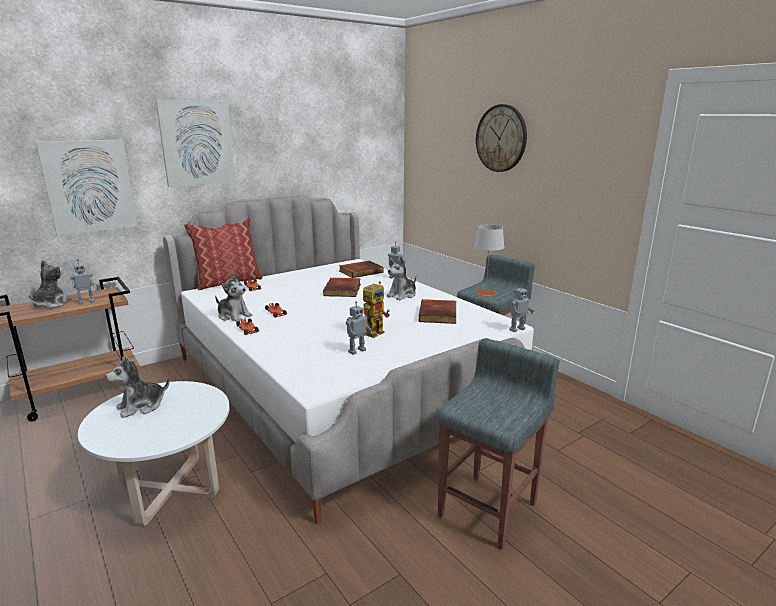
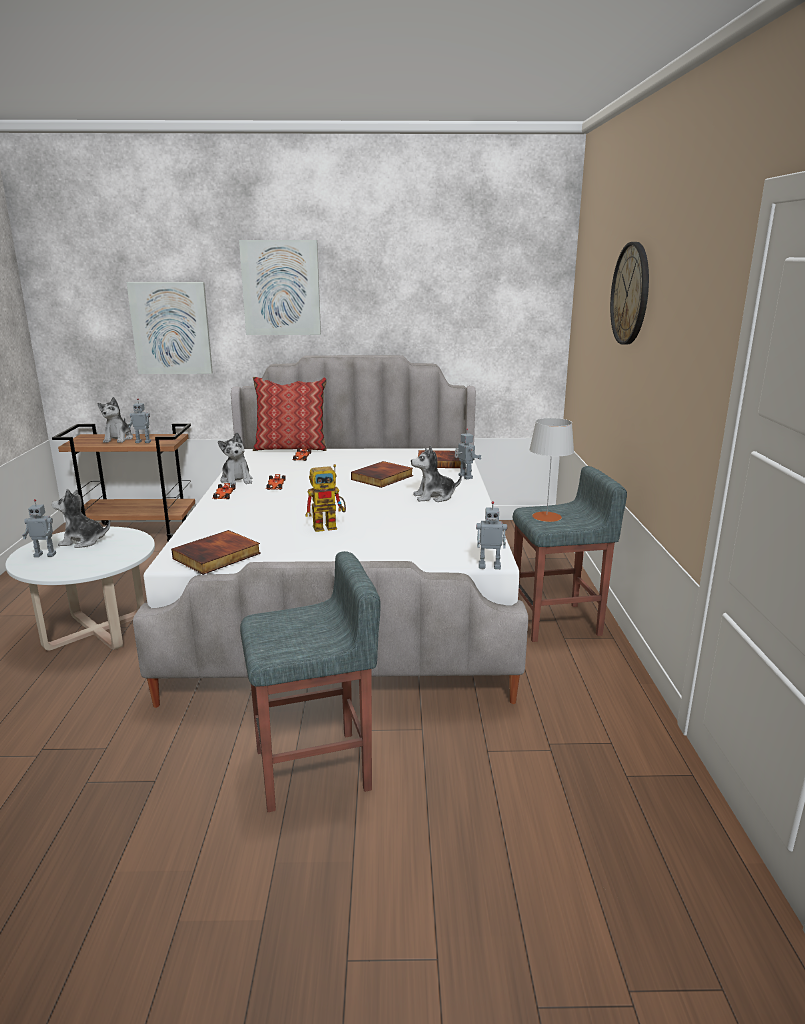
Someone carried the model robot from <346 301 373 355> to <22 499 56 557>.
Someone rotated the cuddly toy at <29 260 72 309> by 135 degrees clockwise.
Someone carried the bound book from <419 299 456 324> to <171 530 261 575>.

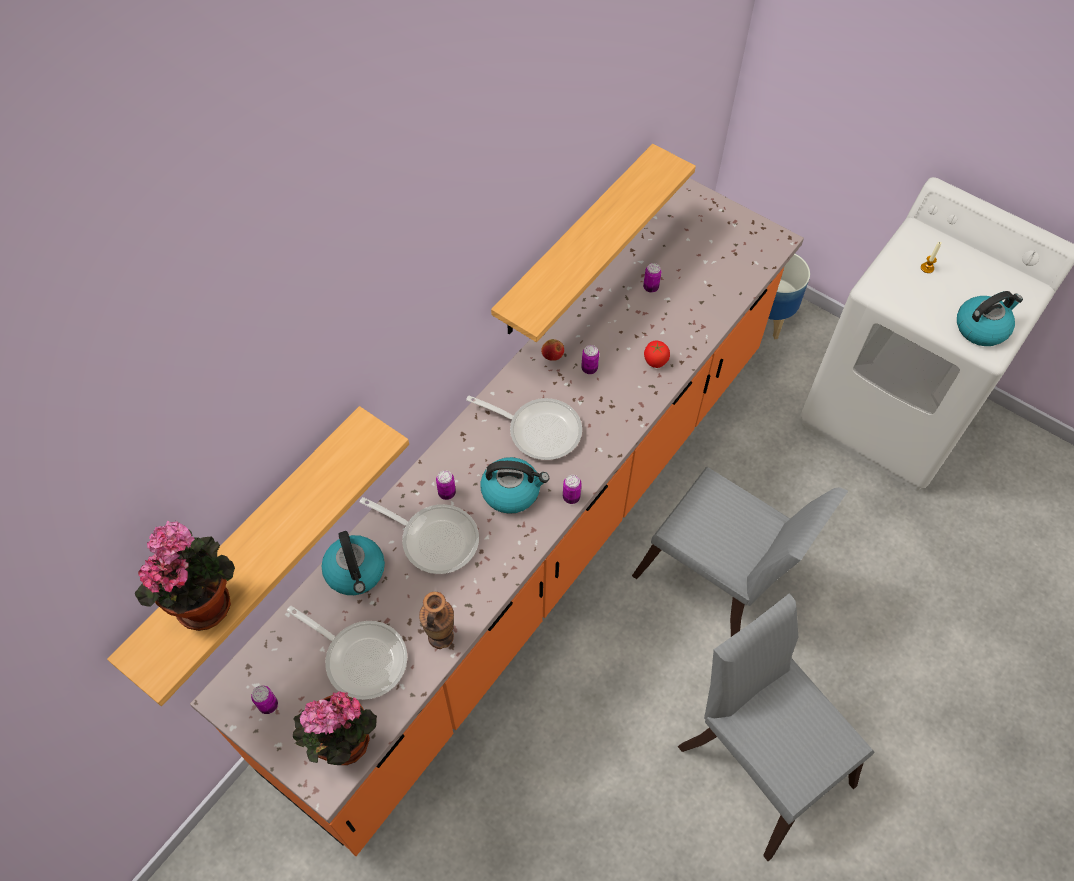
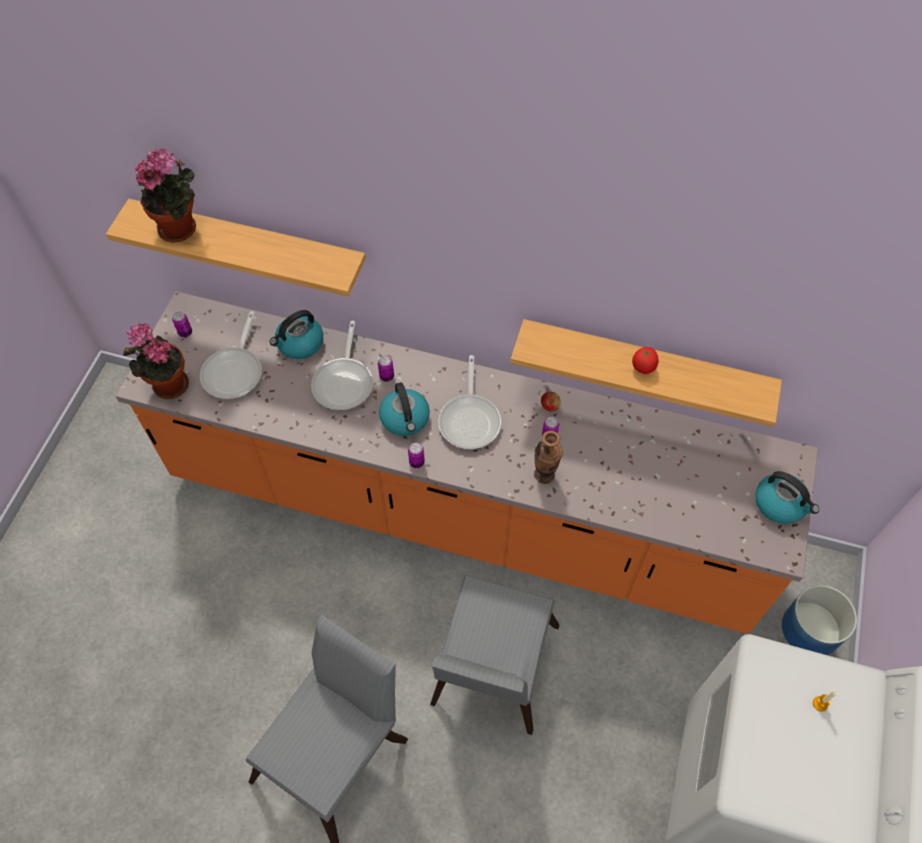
Someone carried the decorative vase from <419 592 454 649> to <534 431 563 484>.
Someone carried the fresh tomato from <644 341 670 368> to <632 347 659 374>.
Someone carried the kettle from <957 291 1023 346> to <755 471 819 524>.
Someone took away the metal can at <643 263 662 293>.

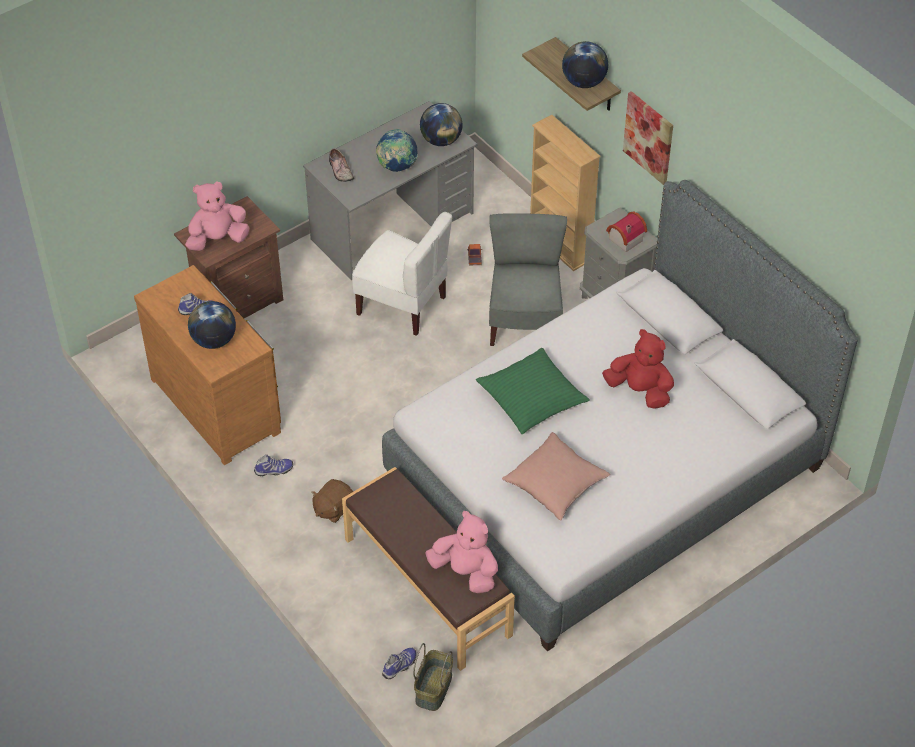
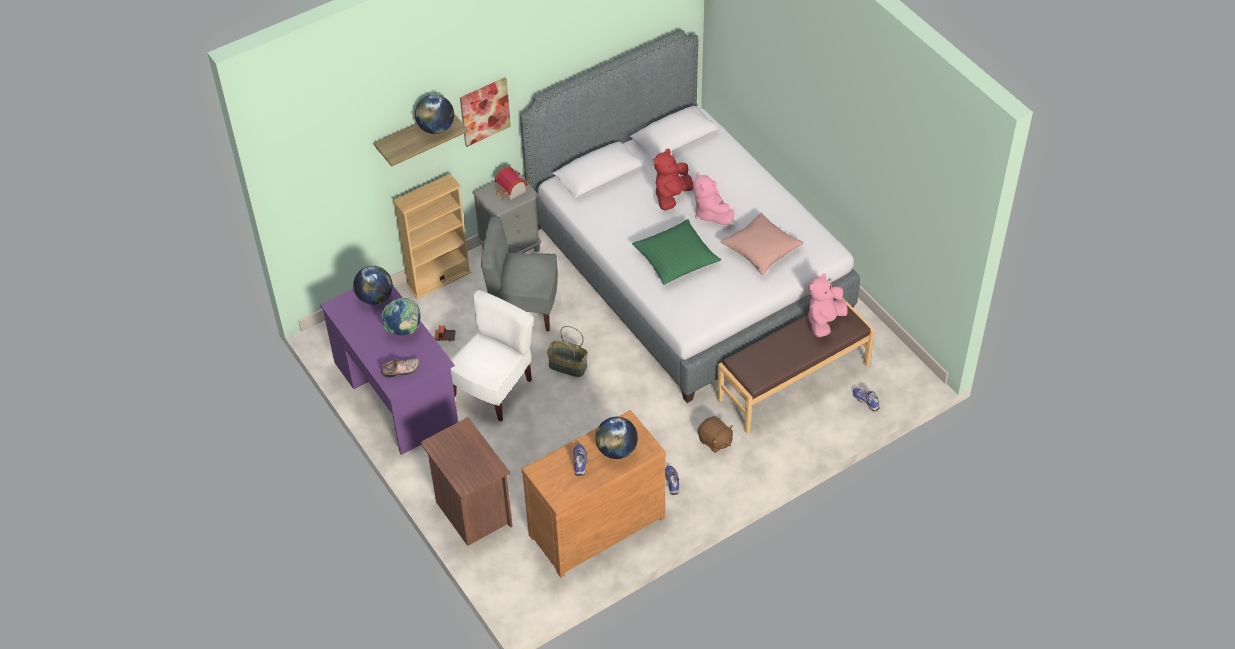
Someone repainted the desk table (gray) at <303 101 477 280>, which became the desk table (purple-coloured) at <320 286 458 455>.
Someone carried the basket from <413 643 453 711> to <547 326 588 377>.
Someone carried the cuddly toy (pink-coloured) from <185 181 249 251> to <693 172 735 225>.

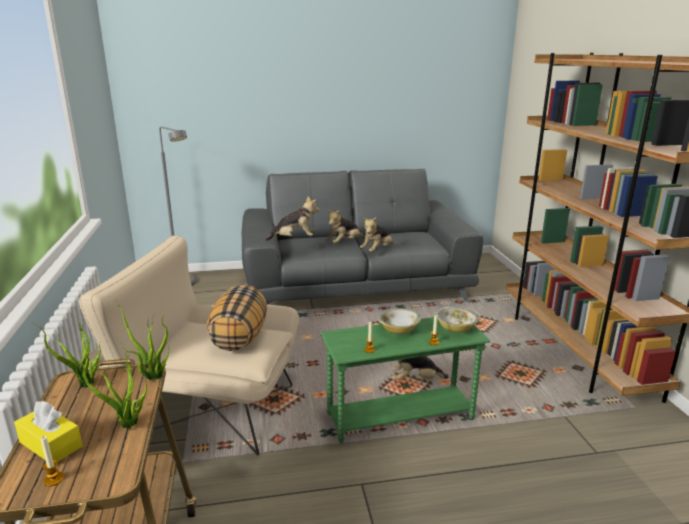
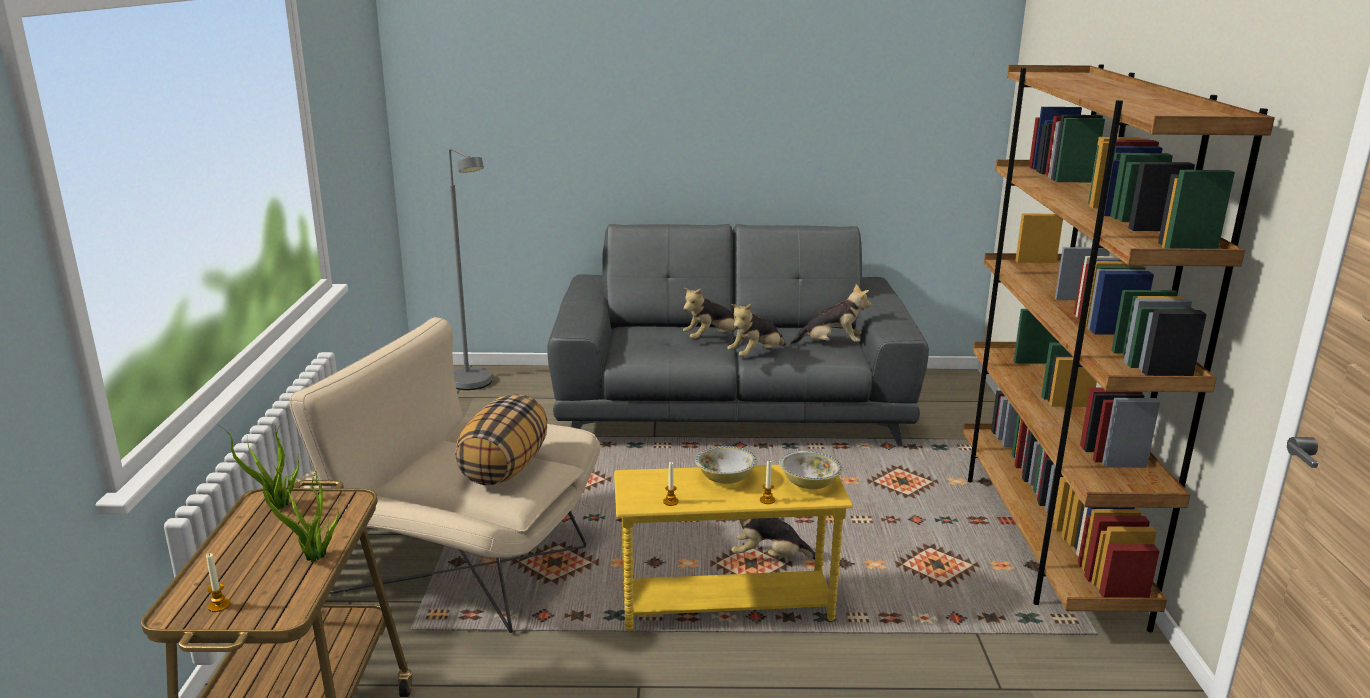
Someone repainted the accent table (green) at <321 317 490 444>, which became the accent table (yellow-coloured) at <614 465 853 632>.
Someone carried the cuddly toy from <265 197 319 241> to <789 284 871 345>.
Someone took away the tissue box (yellow-coloured) at <14 401 83 462>.
Someone took away the houseplant at <115 299 170 380>.

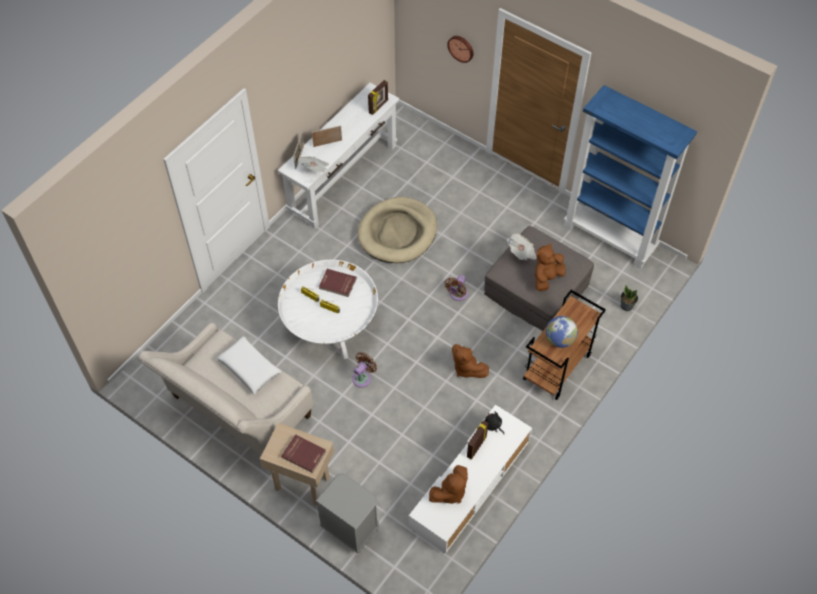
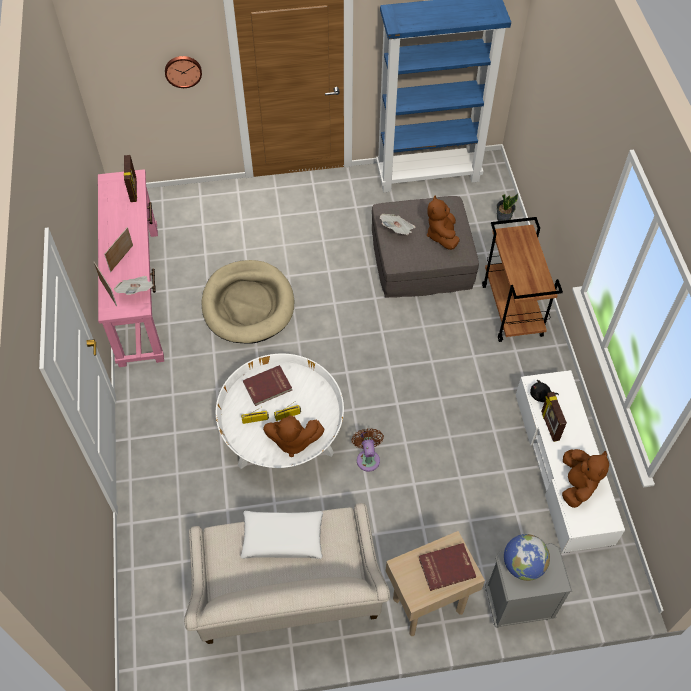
Someone repainted the narrow table (white) at <278 83 399 229>, which became the narrow table (pink-coloured) at <98 169 164 367>.
Someone carried the cuddly toy (brownish) from <452 344 489 378> to <263 415 325 457>.
Someone carried the globe from <546 316 578 348> to <504 534 550 581>.
Someone took away the fan (brownish) at <444 275 468 301>.

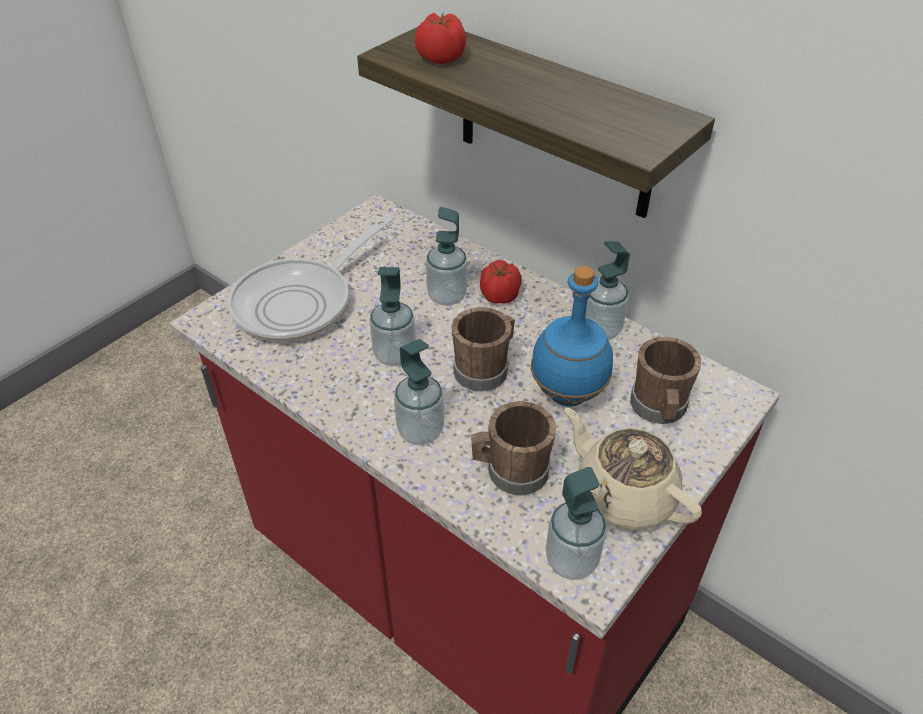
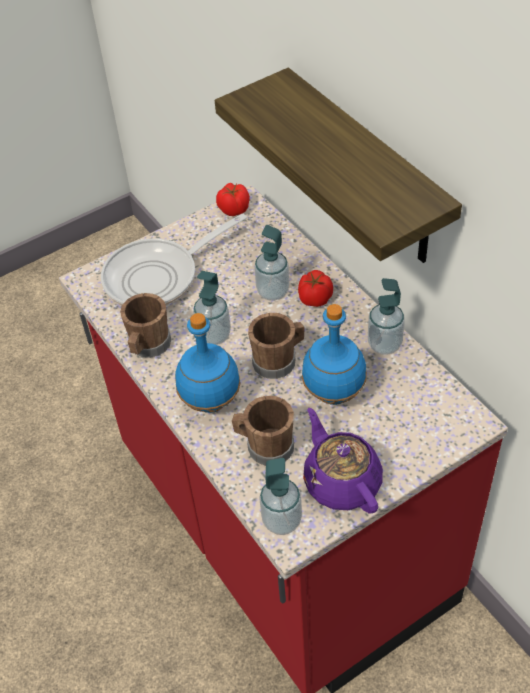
Someone carried the mug (brownish) from <630 336 701 424> to <120 293 171 358>.
Someone swapped the liquid soap bottle at <394 339 444 445> for the beverage bottle (blue-coloured) at <175 313 240 413>.
Someone carried the fresh tomato from <415 13 466 64> to <216 183 250 216>.
Someone repainted the teapot (sand-coloured) at <565 408 702 530>, which became the teapot (purple-coloured) at <303 408 383 514>.

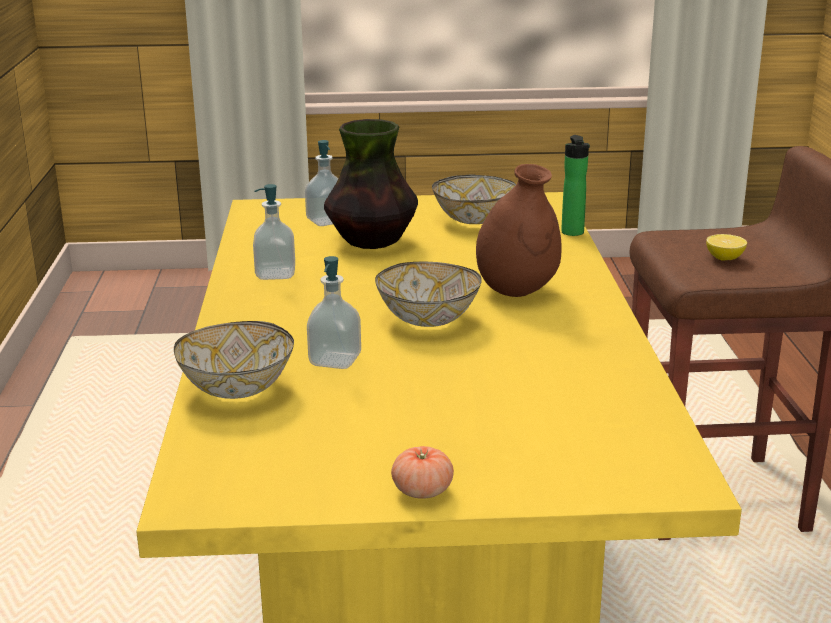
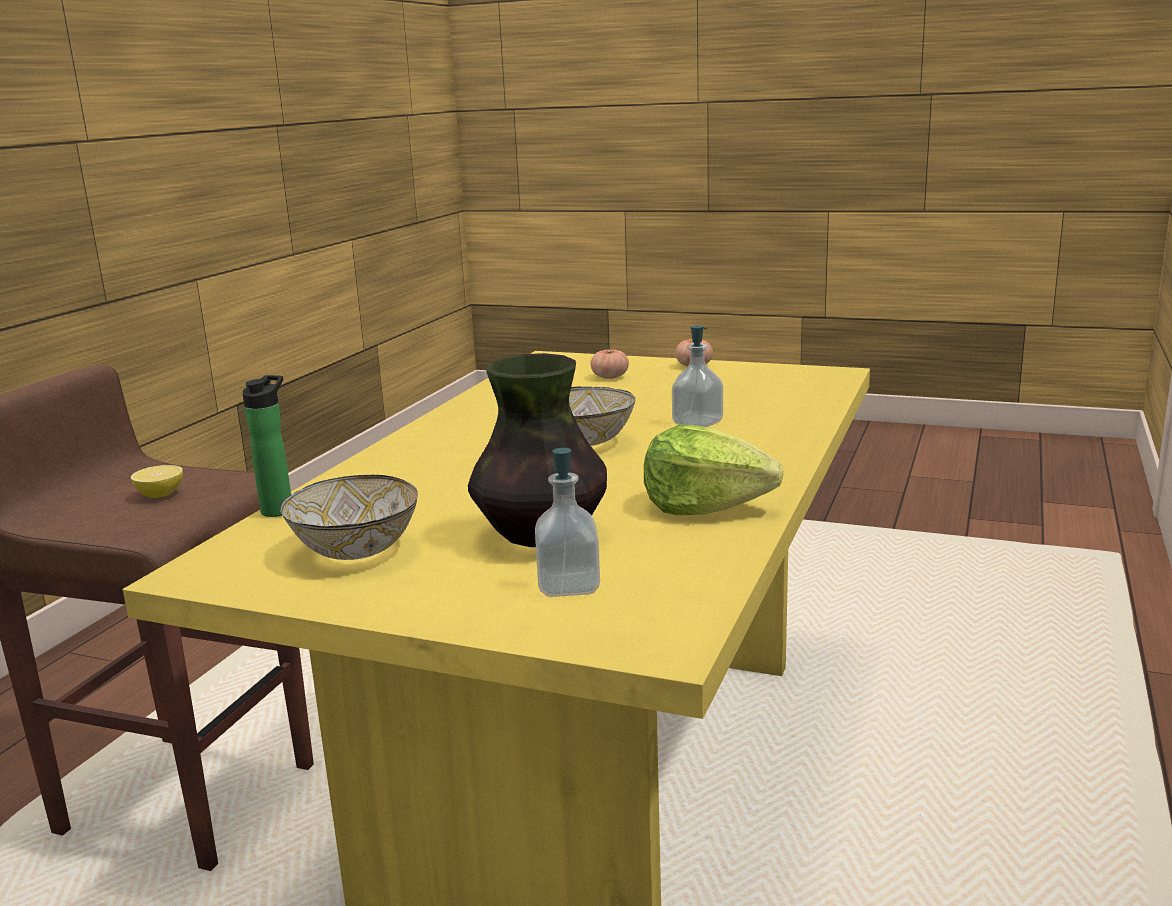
Someone put down the fresh tomato at <590 349 629 379>.
Someone swapped the liquid soap bottle at <253 184 295 280> for the lettuce head at <644 425 783 515>.
Someone took away the bowl at <174 321 294 399>.
Someone took away the decorative vase (brownish) at <476 164 562 297>.

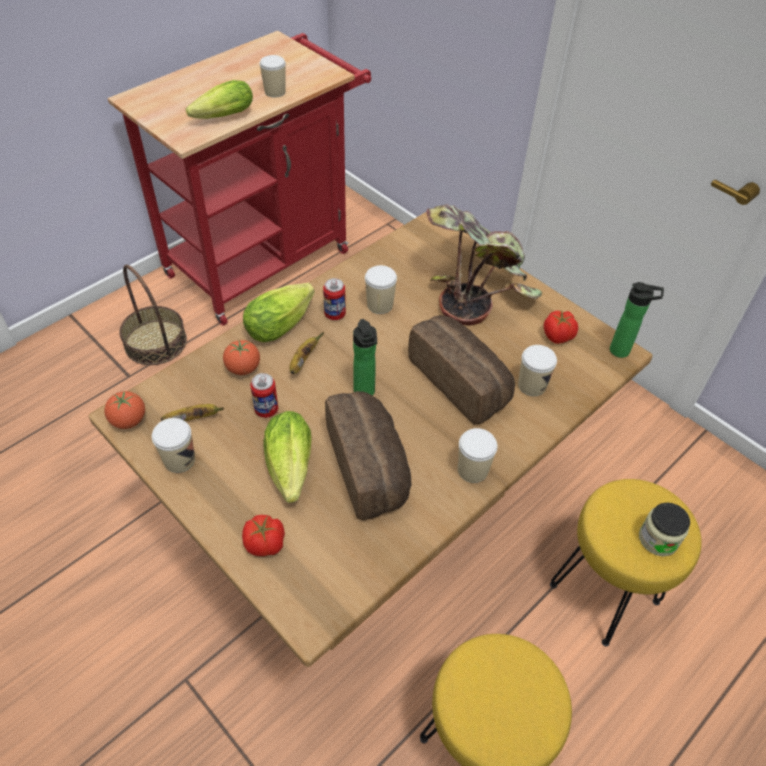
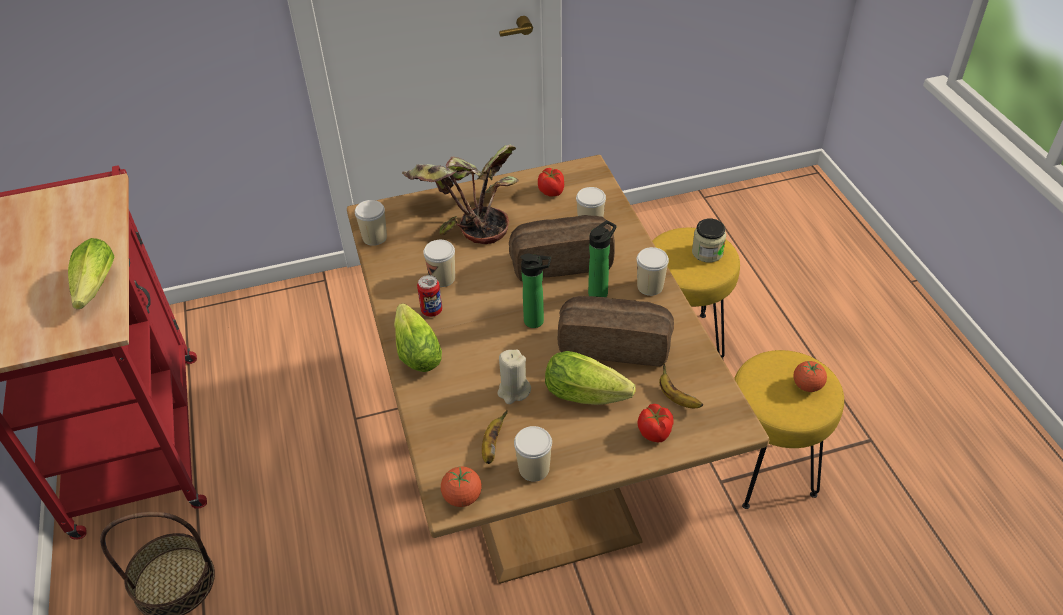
Someone carried the drinking cup from <259 55 286 97> to <355 200 387 246>.
Someone swapped the metal can at <250 373 278 418> for the wax candle (sand-coloured) at <498 350 531 404>.
Someone carried the beverage bottle from <610 282 664 358> to <588 220 617 297>.
Someone carried the banana from <290 332 324 374> to <659 363 703 408>.
Someone carried the fresh tomato from <223 340 260 375> to <793 361 827 392>.

